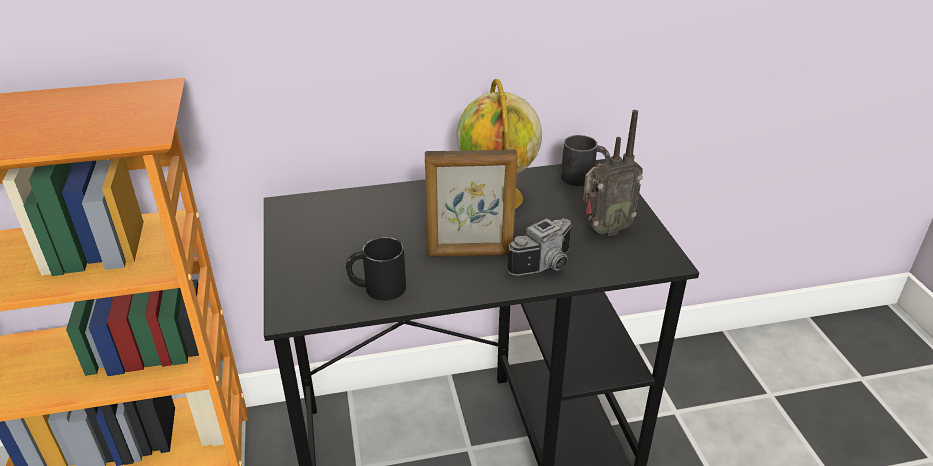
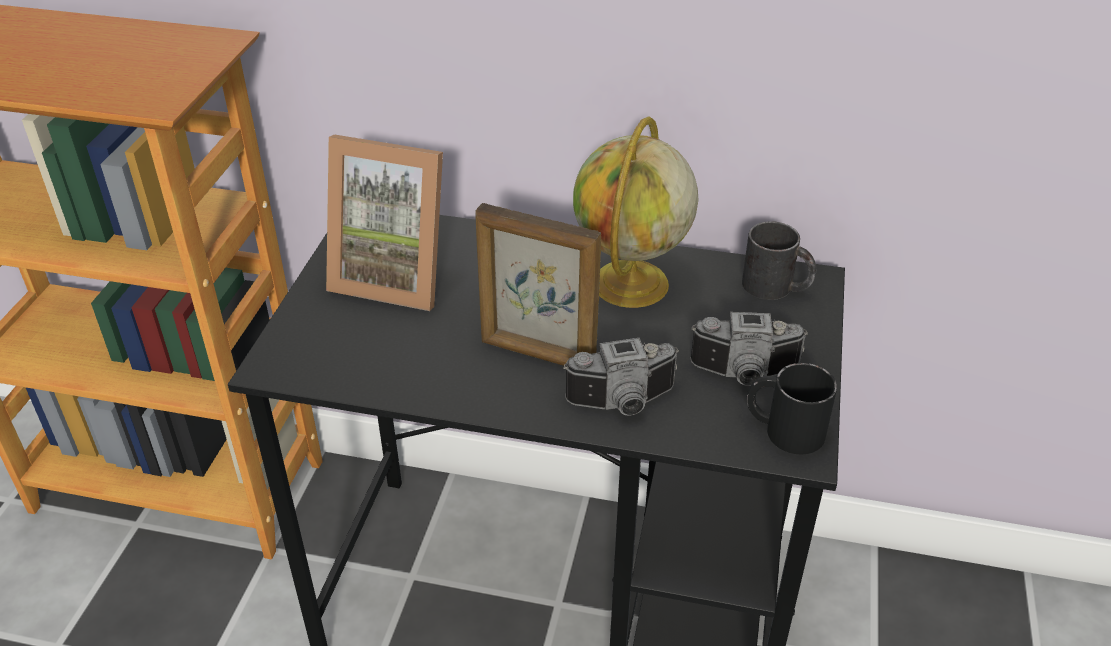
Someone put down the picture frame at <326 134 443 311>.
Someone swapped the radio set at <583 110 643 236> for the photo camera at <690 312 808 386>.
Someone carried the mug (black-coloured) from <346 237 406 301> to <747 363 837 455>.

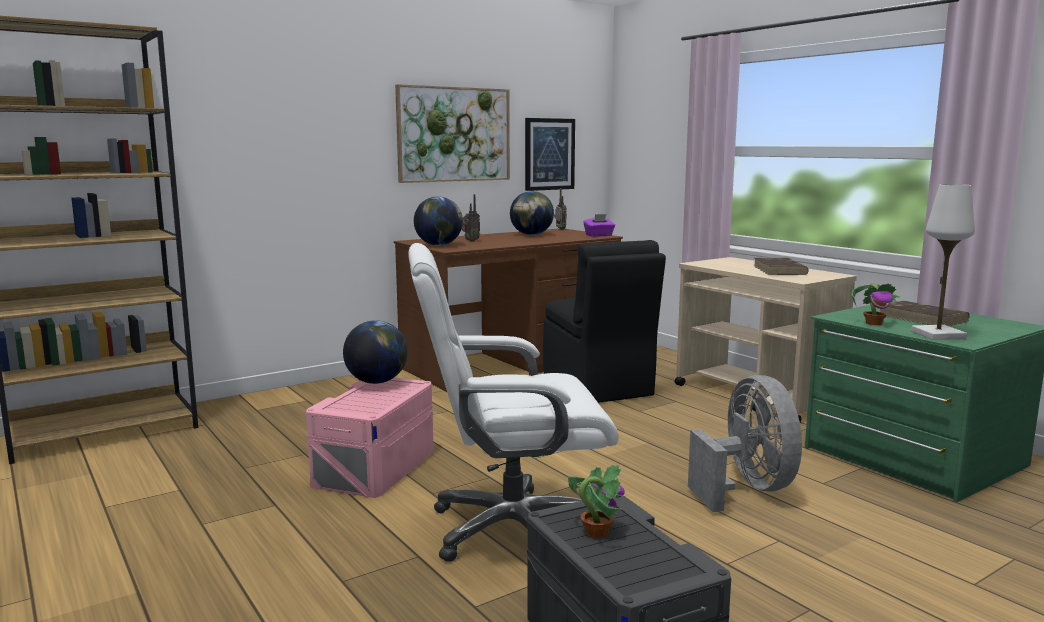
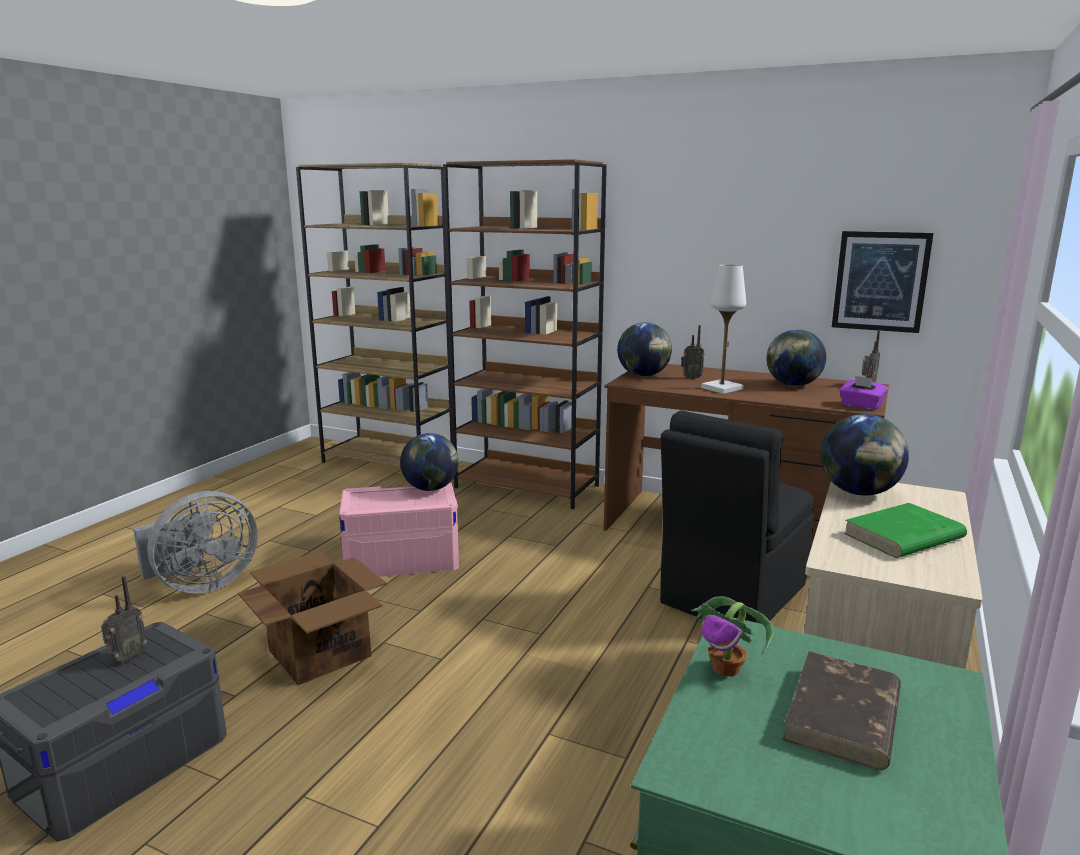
Someone swapped the houseplant at <568 464 625 538> for the radio set at <101 576 147 662>.
Someone carried the fan (gray) from <688 375 802 512> to <133 491 258 593>.
Someone swapped the computer chair (white) at <408 243 618 562> for the cardboard box at <238 551 387 685>.
Someone put down the shelving unit (brownish) at <443 159 607 509>.
Someone carried the tabletop lamp (white) from <911 184 975 340> to <701 264 746 394>.
Someone put down the globe at <820 414 909 496>.
Someone repainted the bound book (brownish) at <754 258 809 275>, which became the bound book (green) at <843 503 967 558>.
Someone took away the picture at <395 84 510 183>.

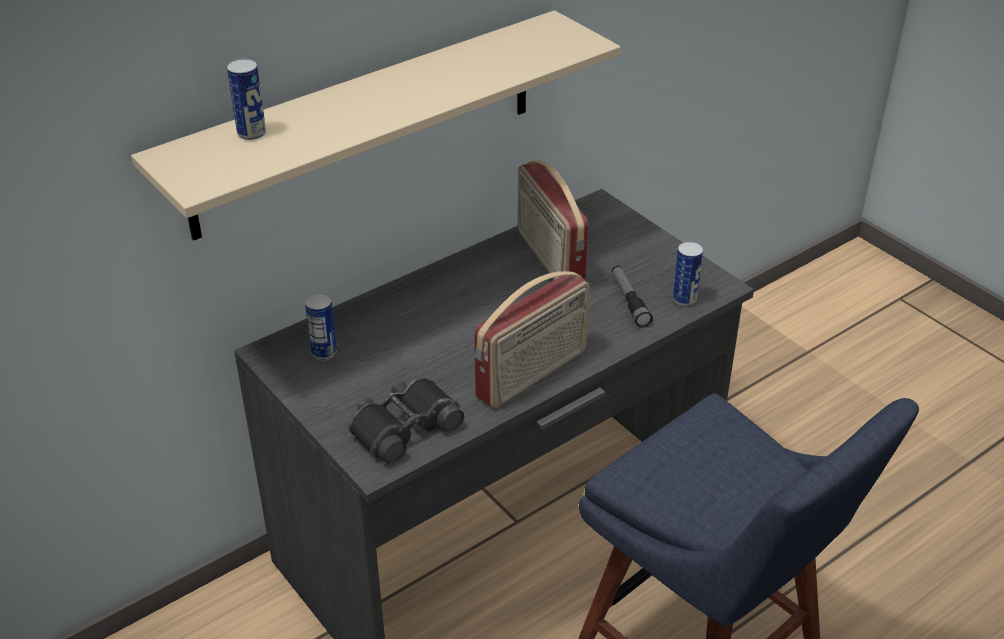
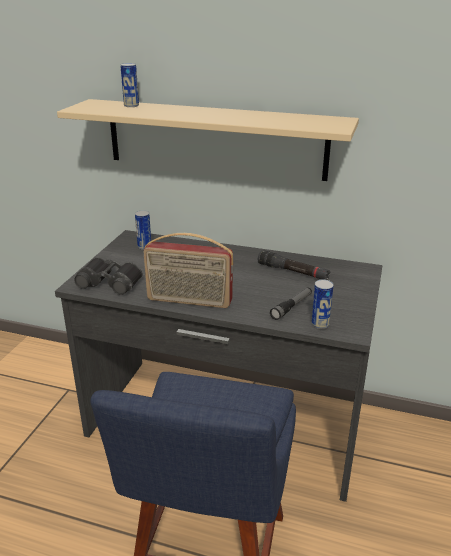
Someone swapped the radio set at <518 160 589 280> for the flashlight (black-coloured) at <258 250 330 280>.

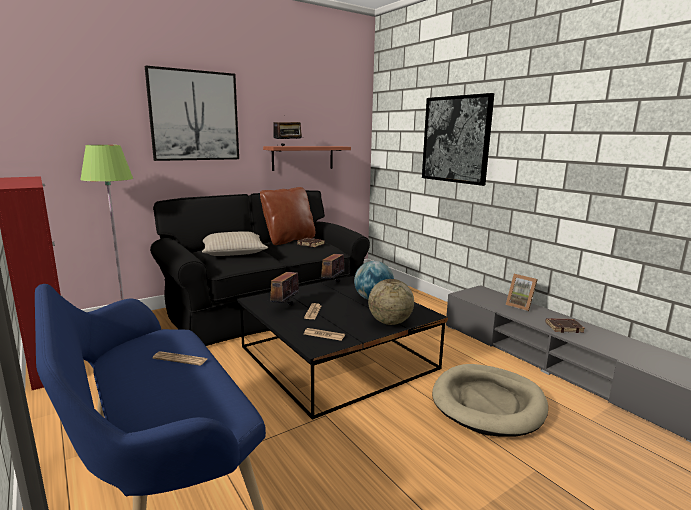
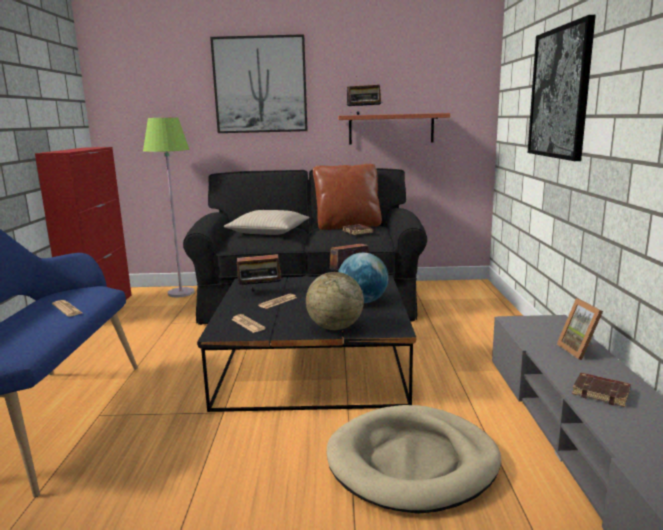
Someone rotated the radio set at <269 264 299 305> by 150 degrees counterclockwise.

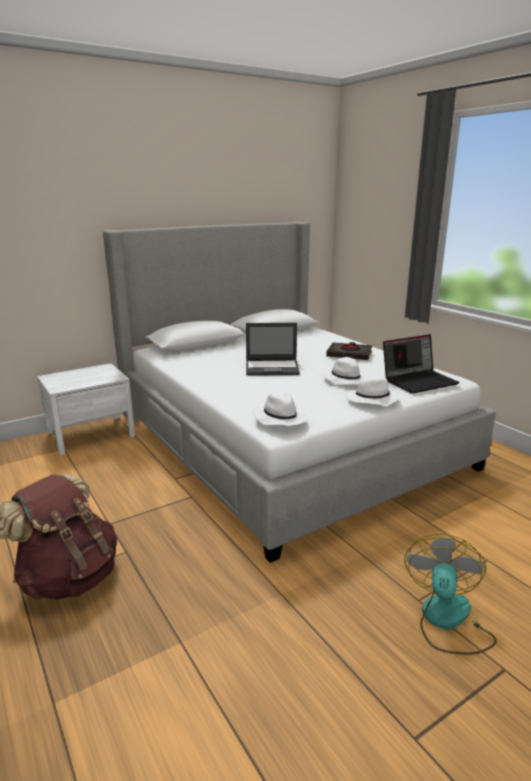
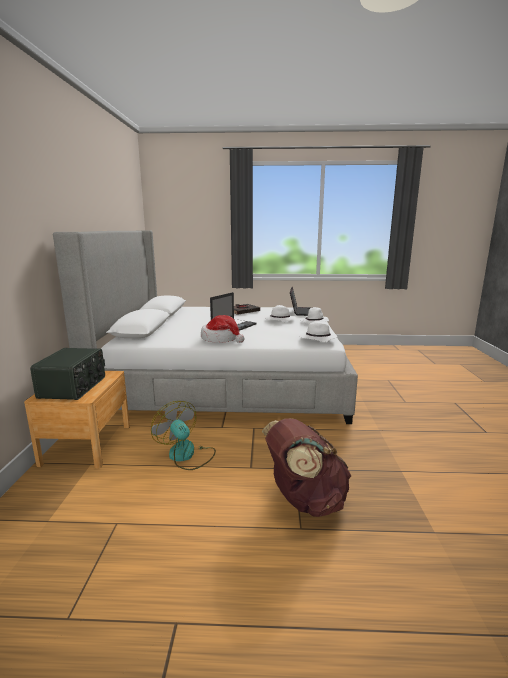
Someone repainted the night table (white) at <38 363 135 455>, which became the night table (brownish) at <24 370 130 469>.
Someone put down the radio set at <30 348 105 400>.
Someone carried the fan from <404 534 497 655> to <151 401 216 470>.
Someone put down the hat at <201 315 244 343>.

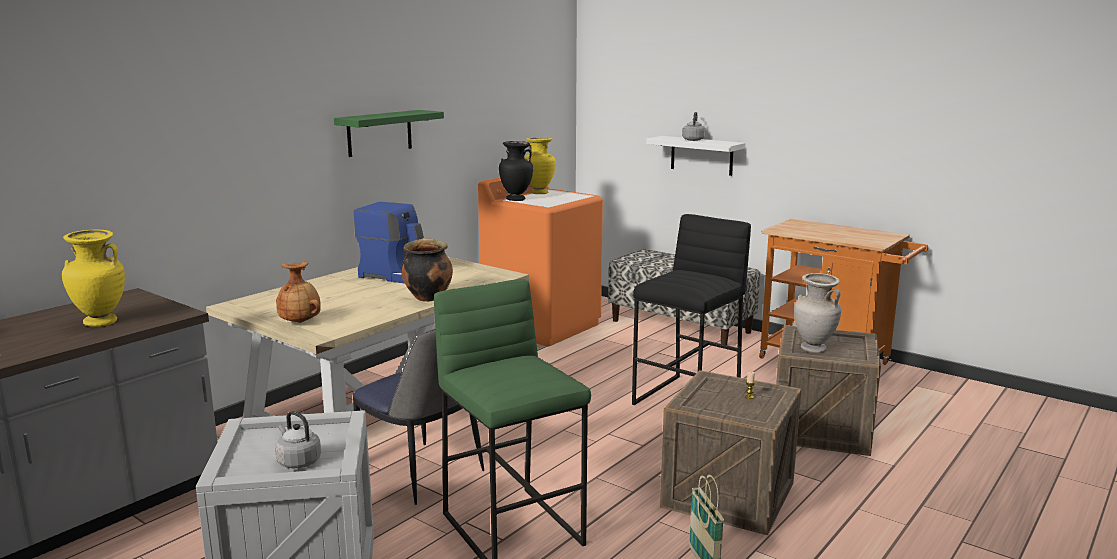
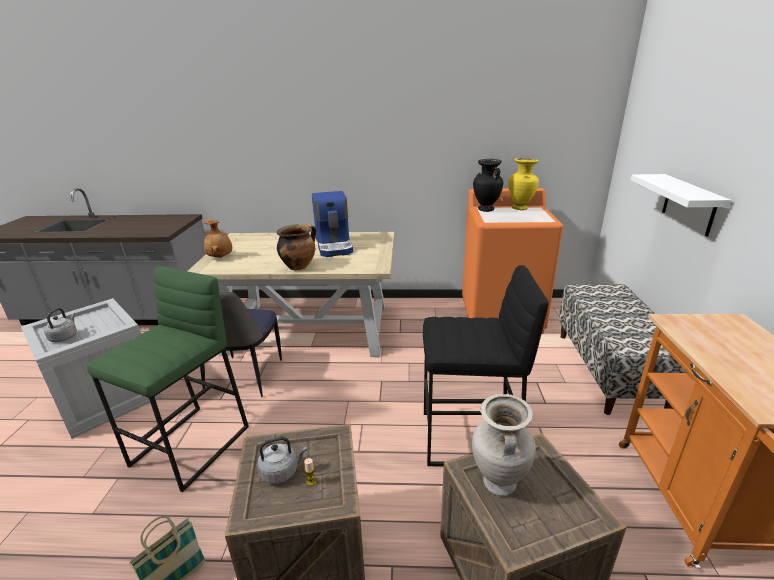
Someone carried the kettle (gray) from <682 112 705 141> to <257 437 307 484>.
Someone took away the decorative vase (yellow-coloured) at <62 230 125 327>.
Someone took away the bracket shelf (green) at <334 110 444 157>.

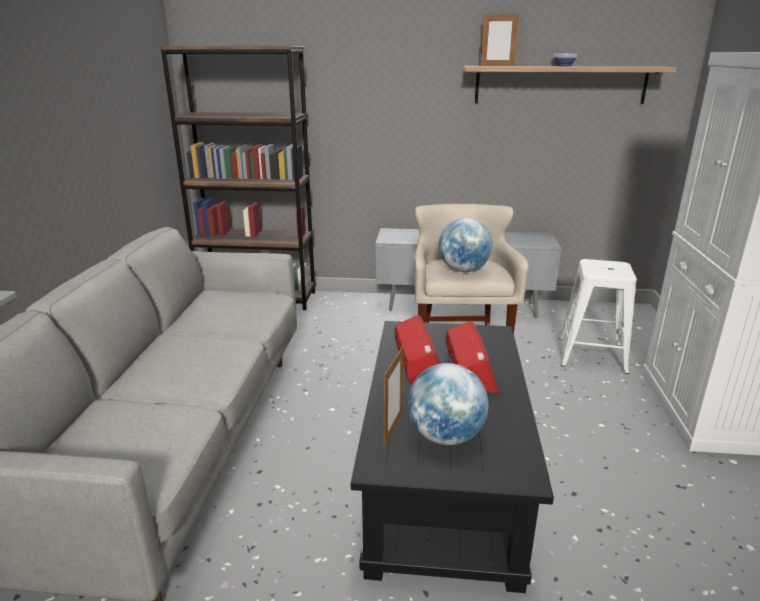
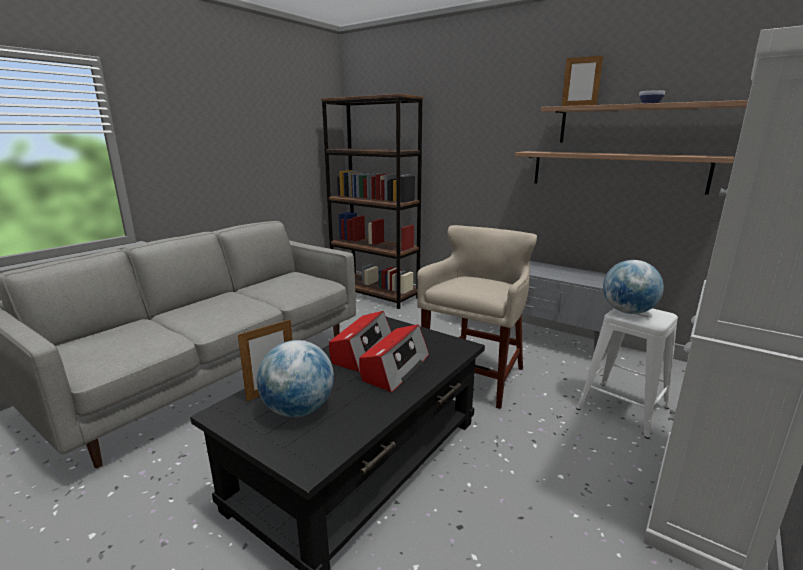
Someone put up the bracket shelf at <515 151 734 195>.
Someone carried the globe from <438 218 493 272> to <603 260 664 314>.

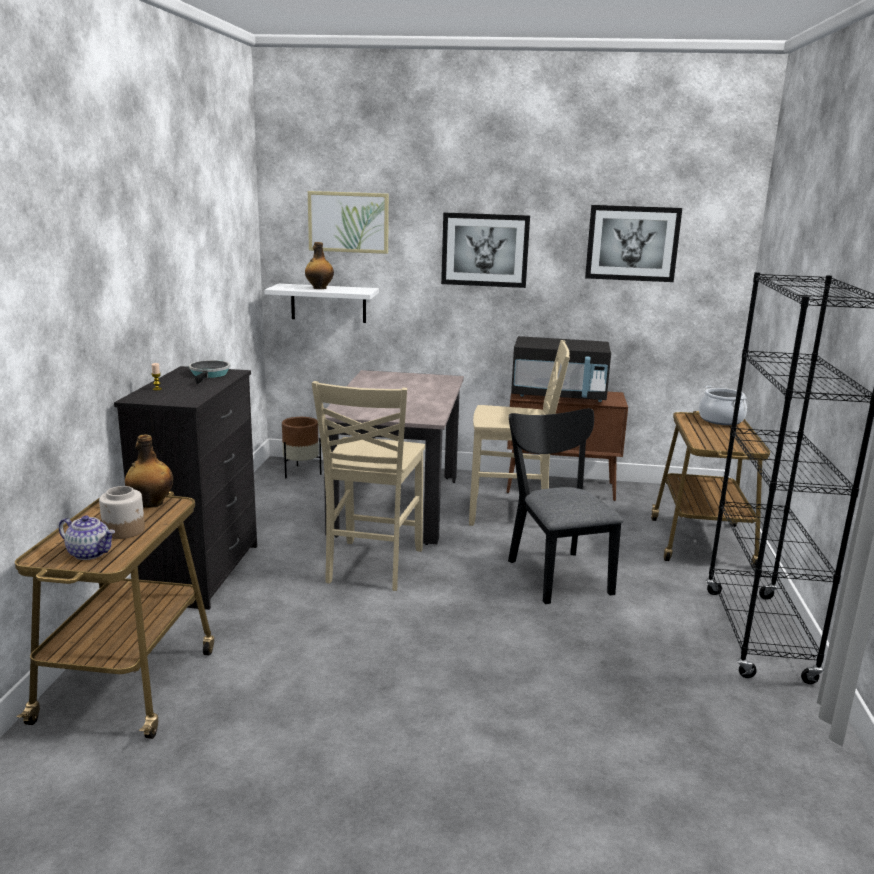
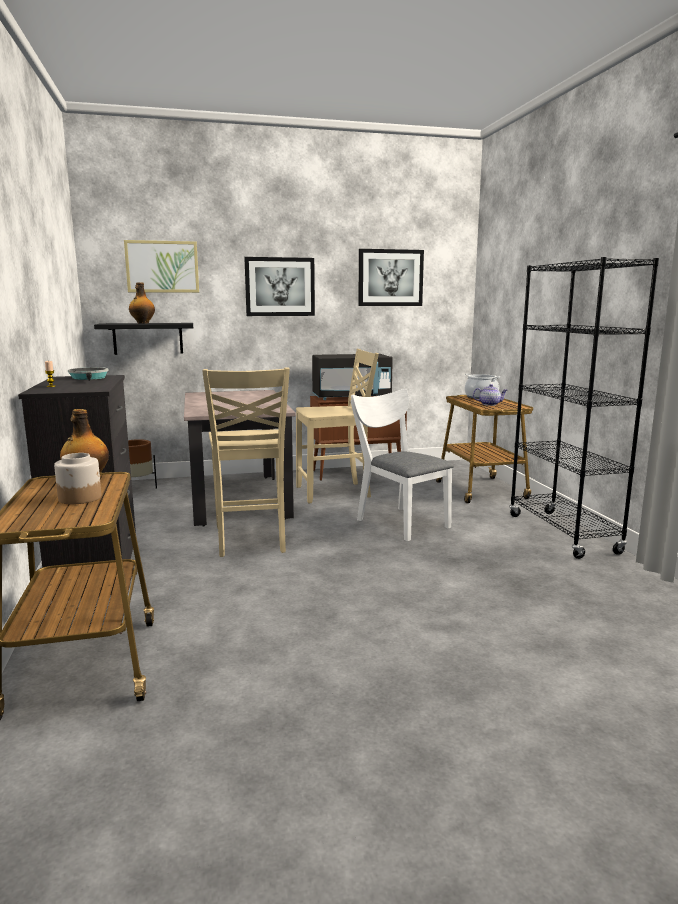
Someone repainted the bracket shelf (white) at <264 284 379 323>, which became the bracket shelf (black-coloured) at <94 323 193 355>.
Someone repainted the upright chair (black-coloured) at <508 408 623 604>, which became the upright chair (white) at <351 389 454 541>.
Someone carried the teapot from <59 515 115 560> to <473 384 507 406>.

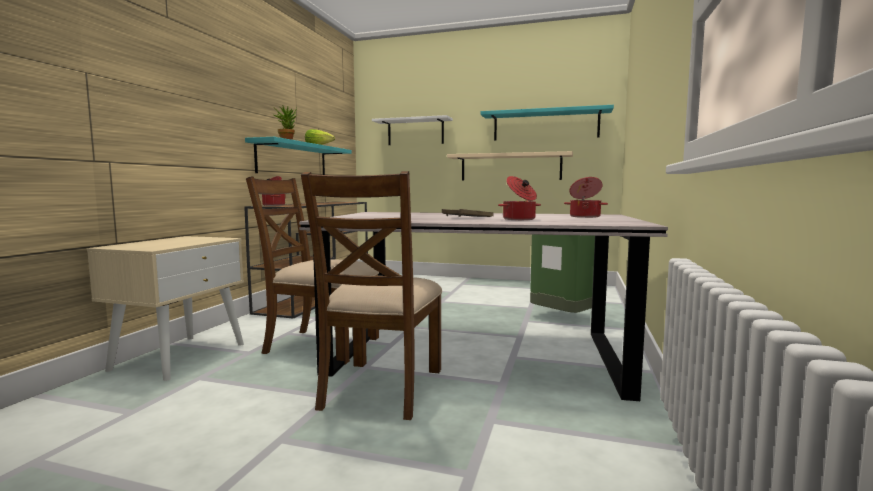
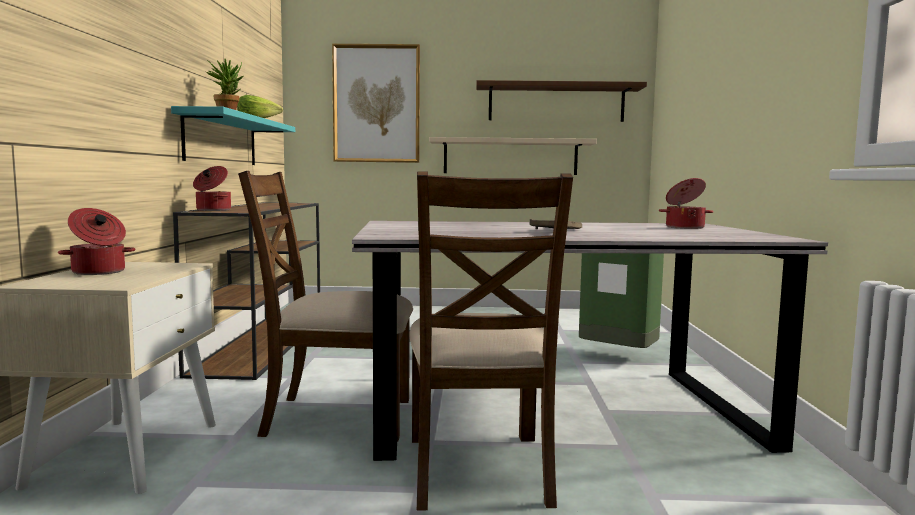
Someone carried the stockpot from <498 176 541 220> to <58 208 135 275>.
Someone swapped the bracket shelf (white) at <372 115 453 145> for the picture at <332 44 420 163>.
Someone repainted the bracket shelf (blue-green) at <481 105 614 141>, which became the bracket shelf (brownish) at <476 80 647 122>.

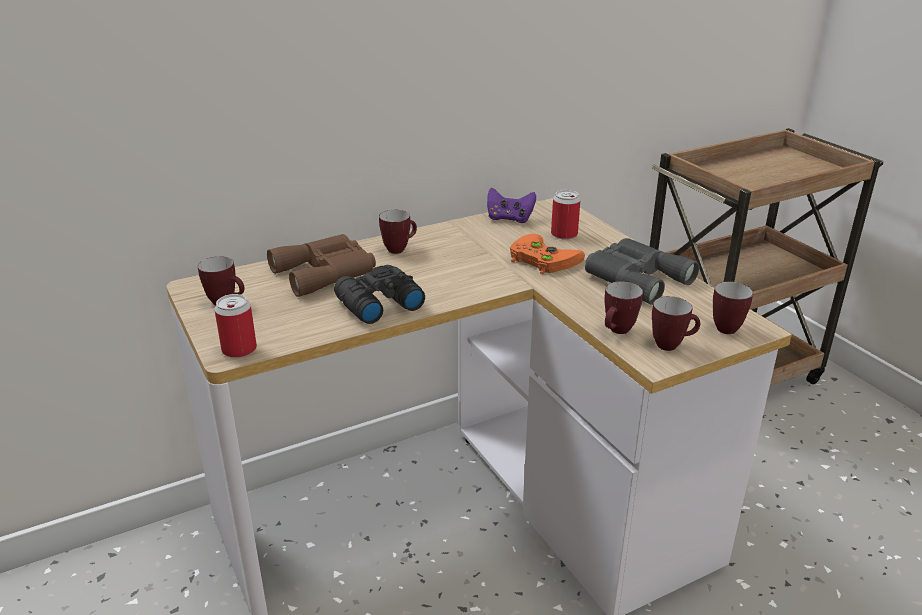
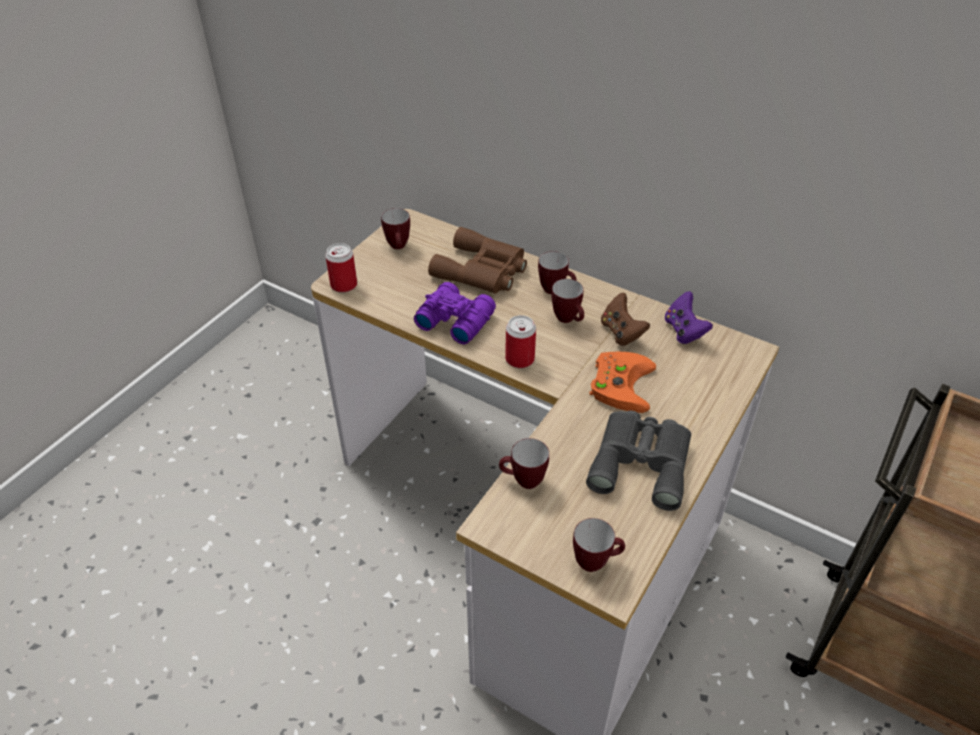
Someone repainted the binoculars (black-coloured) at <334 265 425 324>, which became the binoculars (purple-coloured) at <414 282 496 344>.
Someone carried the metal can from <551 190 580 240> to <505 315 536 368>.
Someone carried the mug from <652 296 700 351> to <551 279 584 323>.
Someone put down the joypad (brownish) at <601 292 650 346>.

